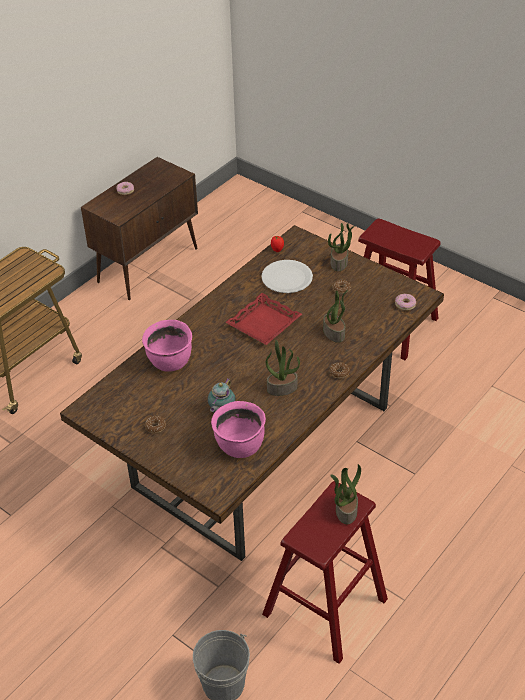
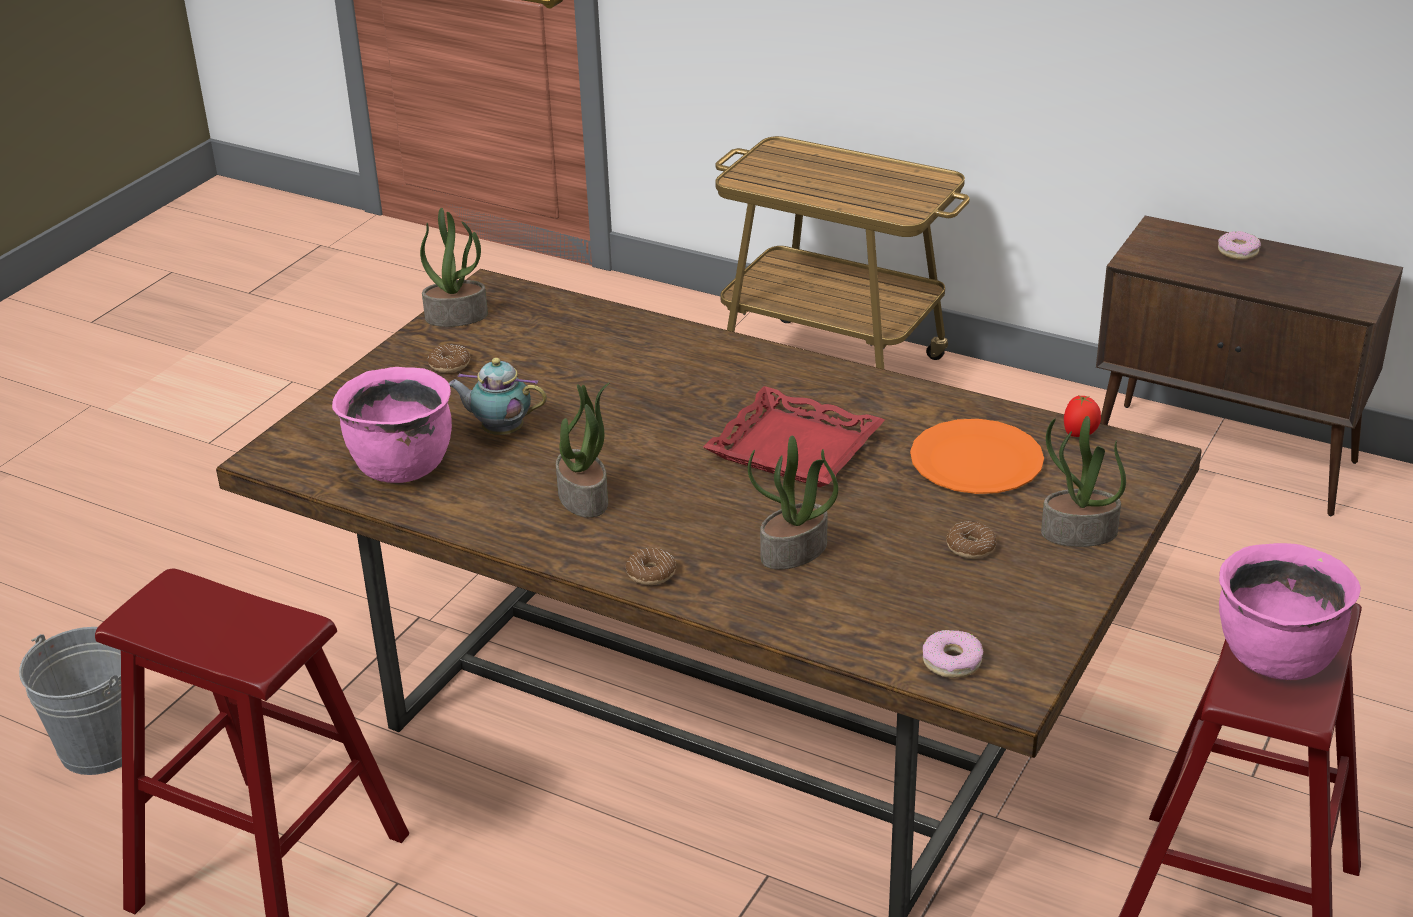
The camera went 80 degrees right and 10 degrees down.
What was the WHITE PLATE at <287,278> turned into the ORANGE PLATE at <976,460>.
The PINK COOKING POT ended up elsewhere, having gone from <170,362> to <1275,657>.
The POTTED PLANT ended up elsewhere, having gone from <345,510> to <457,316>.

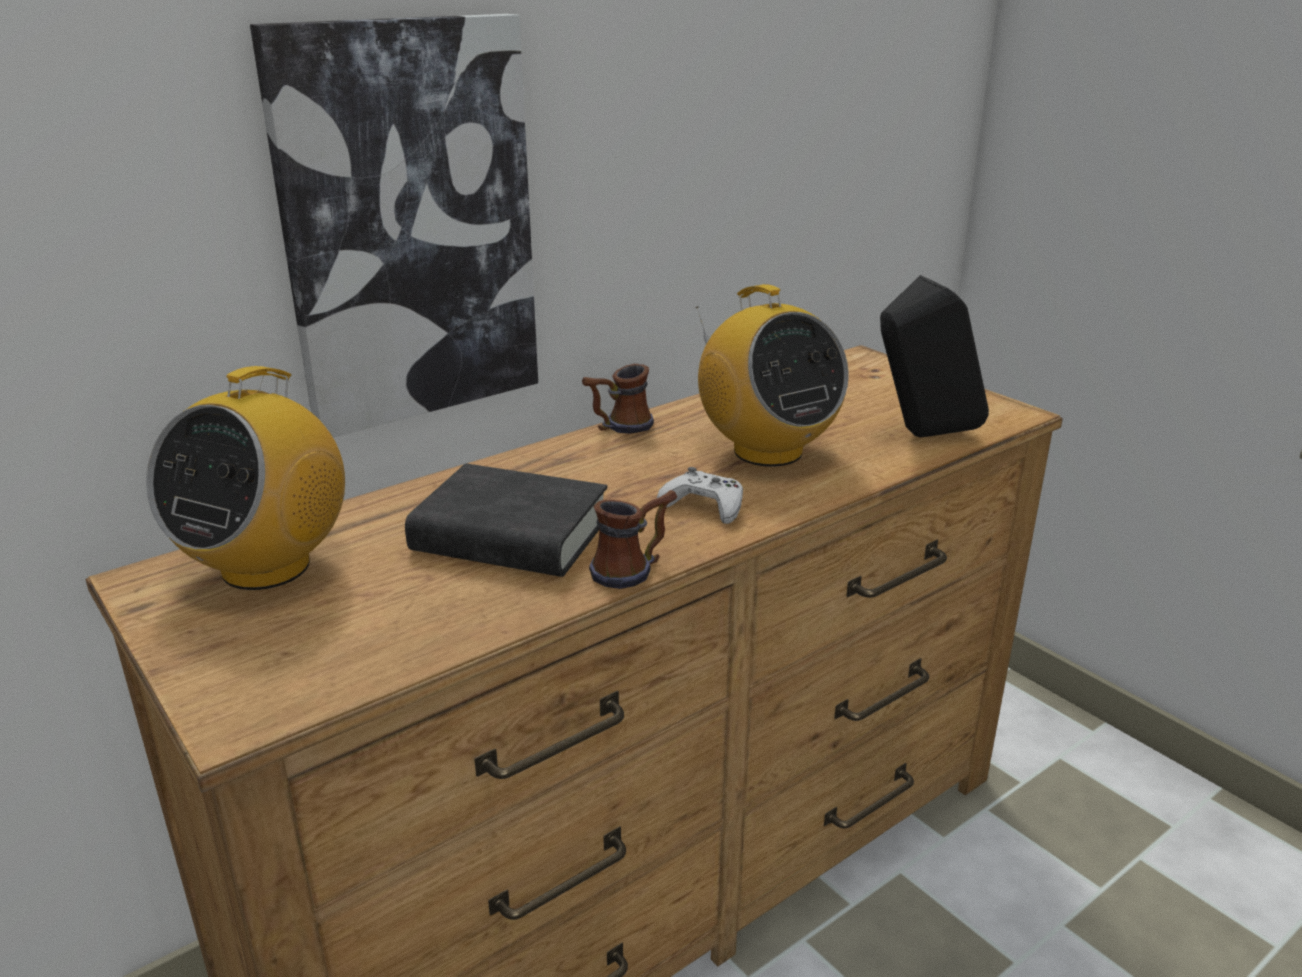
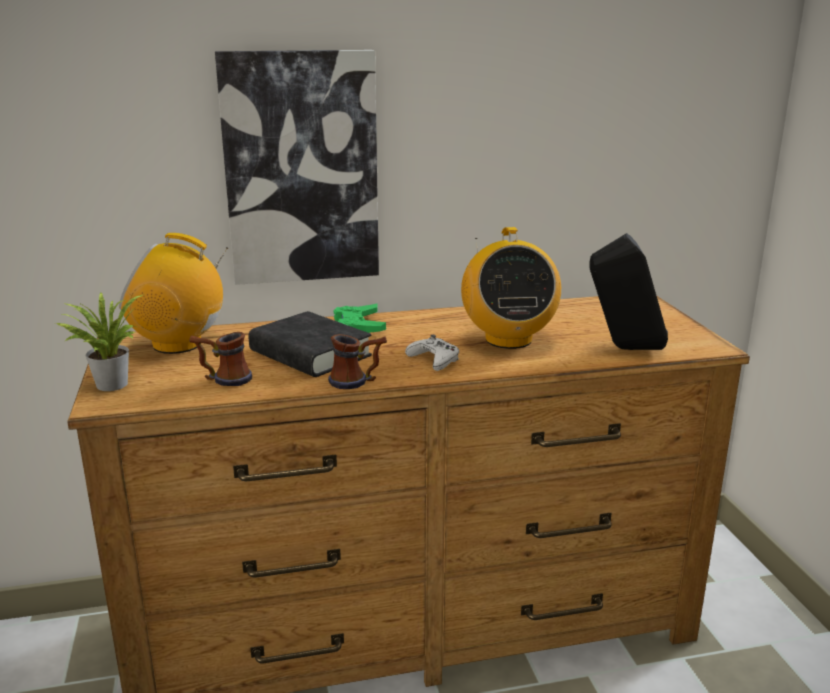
The camera went 25 degrees right and 5 degrees down.
The MUG ended up elsewhere, having gone from <618,427> to <223,379>.
The RADIO at <267,566> ended up facing another way, 45 degrees clockwise from before.
The second view gained the POTTED PLANT at <109,384>.
The second view gained the GREEN GAME CONTROLLER at <358,326>.

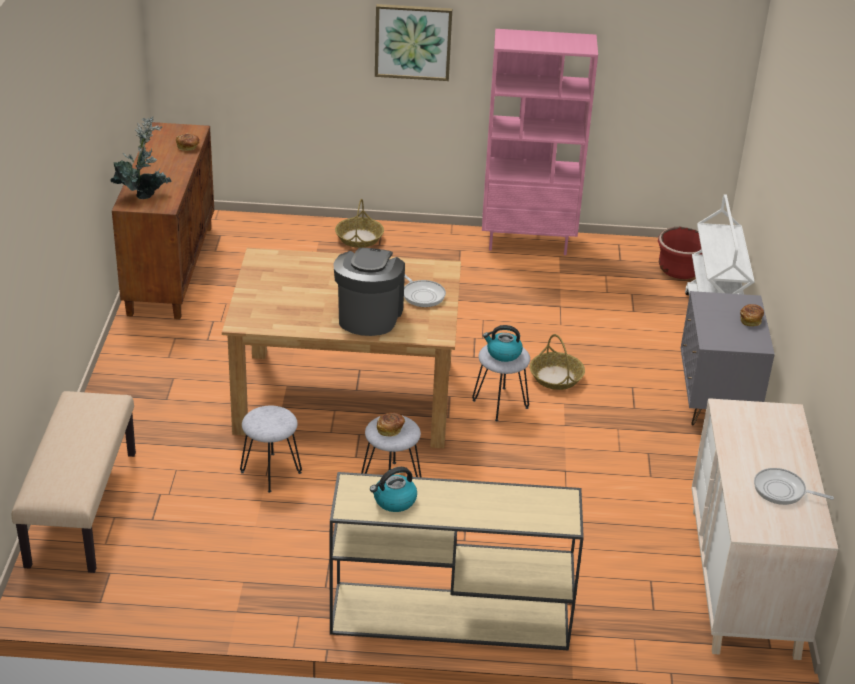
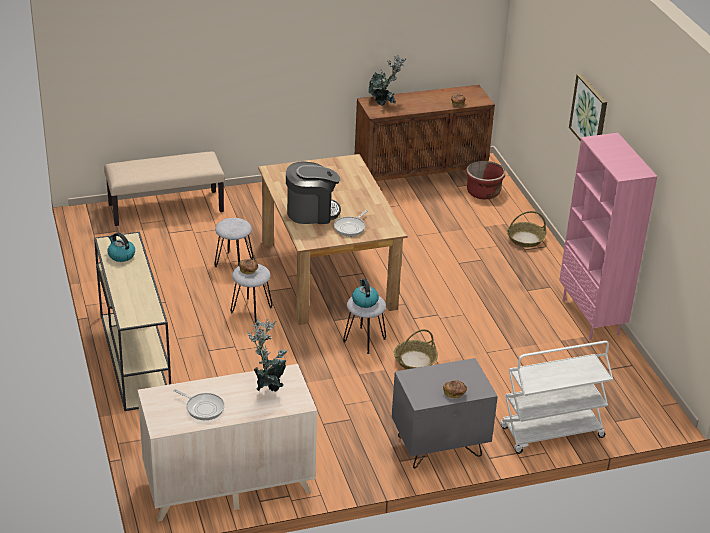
The camera went 70 degrees right and 0 degrees up.
The RED PLANTER ended up elsewhere, having gone from <679,270> to <483,193>.
The FRYING PAN at <782,491> ended up facing another way, 120 degrees clockwise from before.
The second view gained the POTTED PLANT at <268,387>.

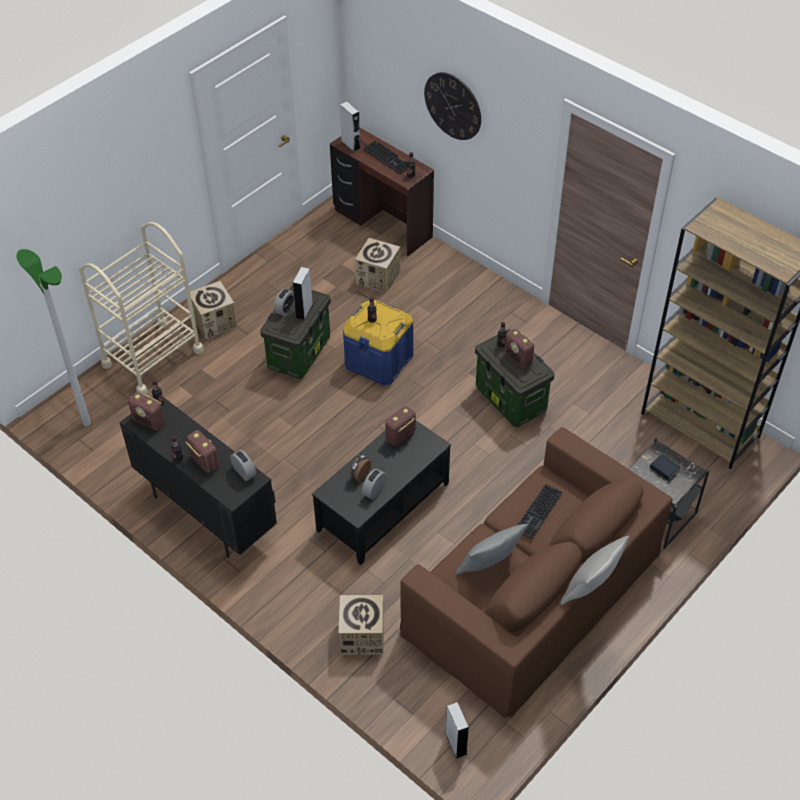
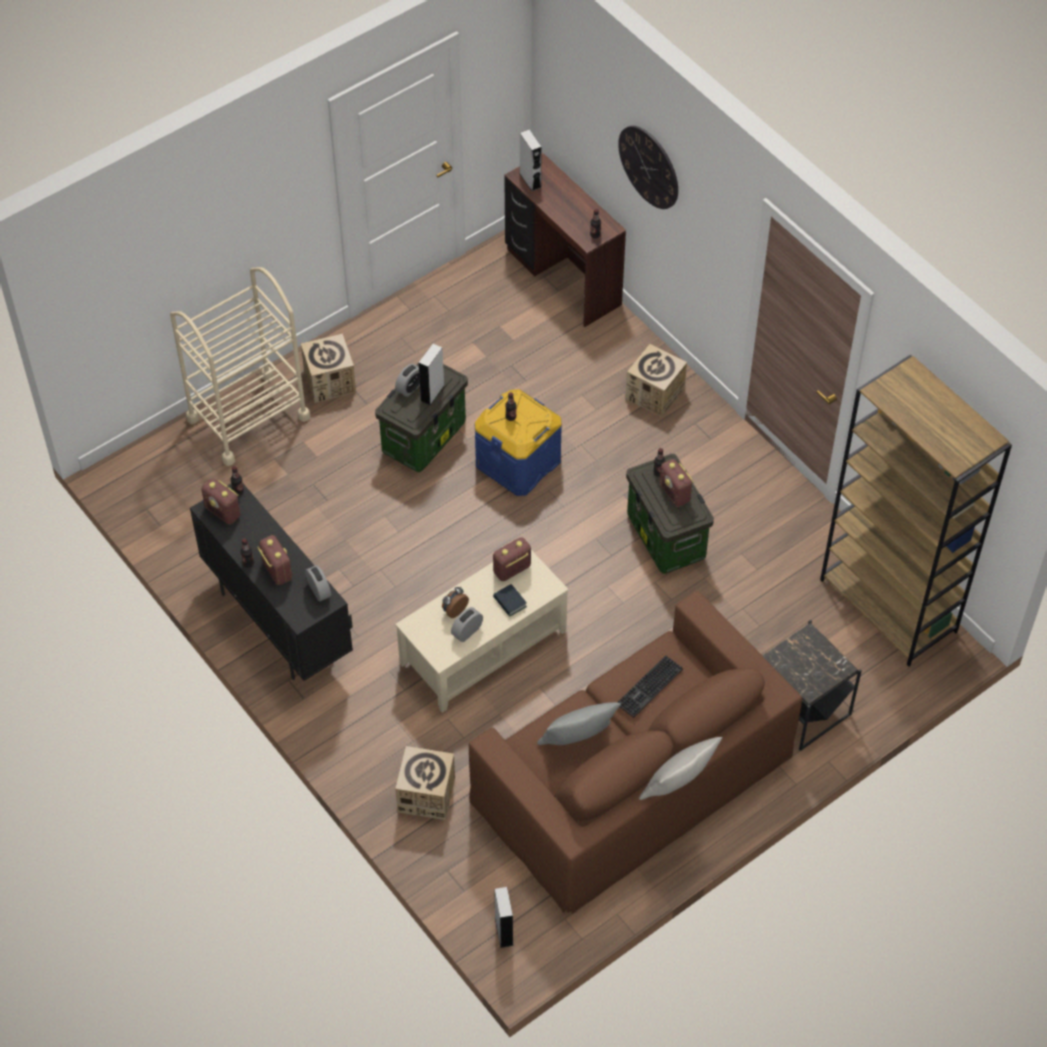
The camera went 10 degrees right and 5 degrees up.
The second view lost the KEYBOARD at <388,158>.
The CARDBOARD BOX ended up elsewhere, having gone from <378,277> to <655,394>.
The second view lost the FLOOR LAMP at <87,422>.
What was the BLACK COFFEE TABLE at <383,507> turned into the BEIGE COFFEE TABLE at <483,647>.
The BOOK ended up elsewhere, having gone from <664,469> to <510,602>.

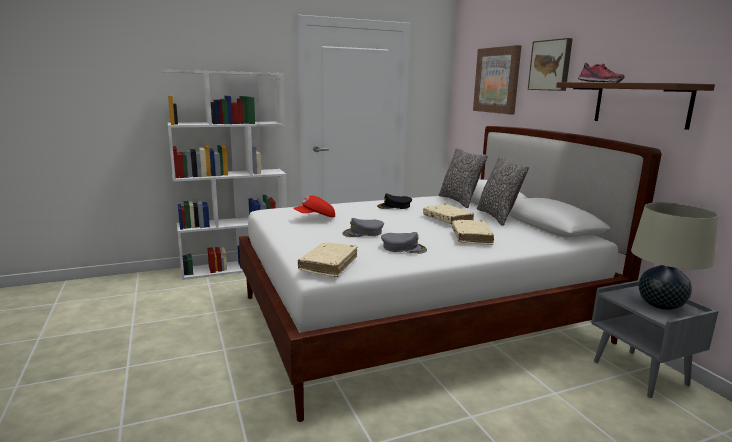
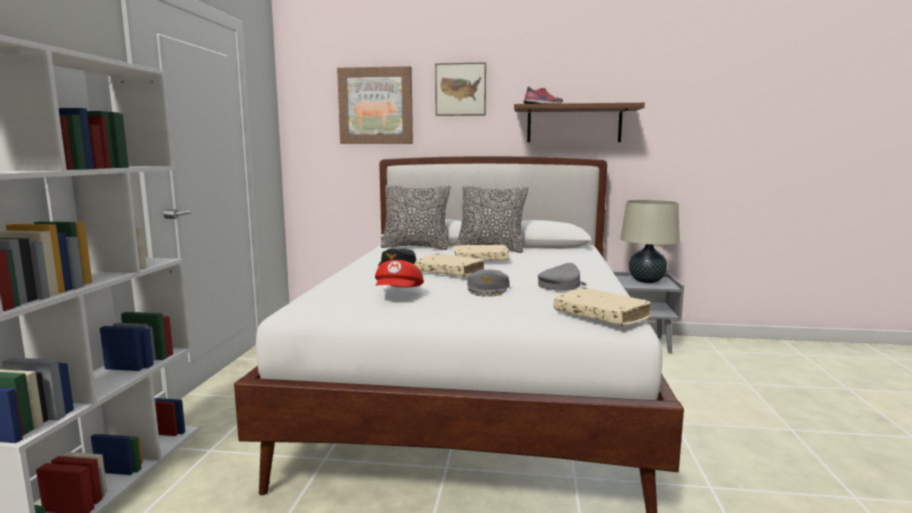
The camera went 60 degrees left and 5 degrees down.
The BEIGE BOOK ended up elsewhere, having gone from <471,237> to <449,272>.

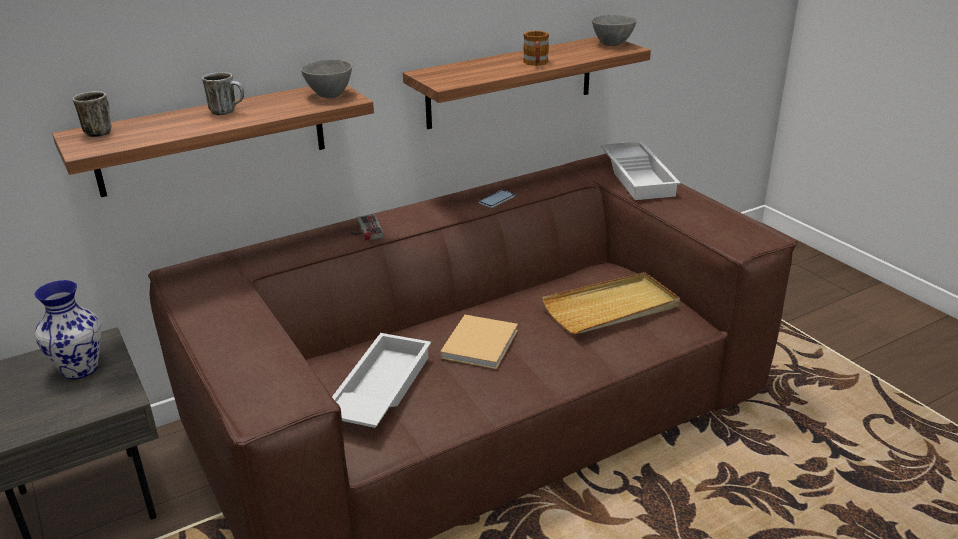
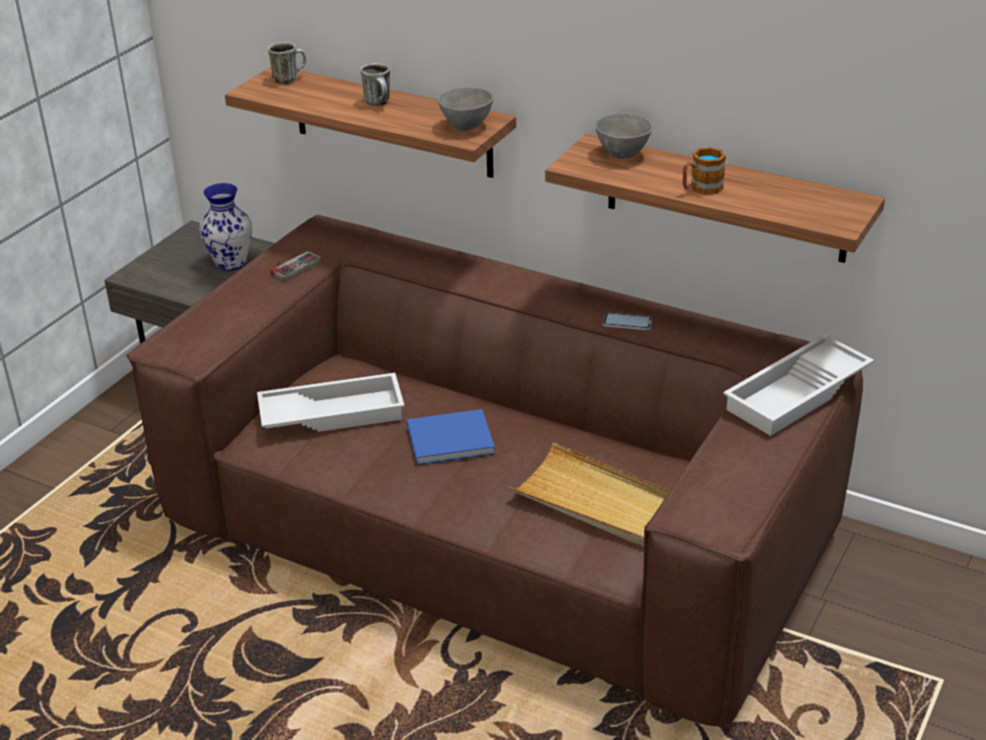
The camera went 60 degrees right and 5 degrees up.
The GREY BOWL ended up elsewhere, having gone from <612,44> to <623,155>.
The GAME CONTROLLER ended up elsewhere, having gone from <364,230> to <292,266>.
What was the BEIGE BOOK at <480,343> turned into the BLUE BOOK at <453,439>.

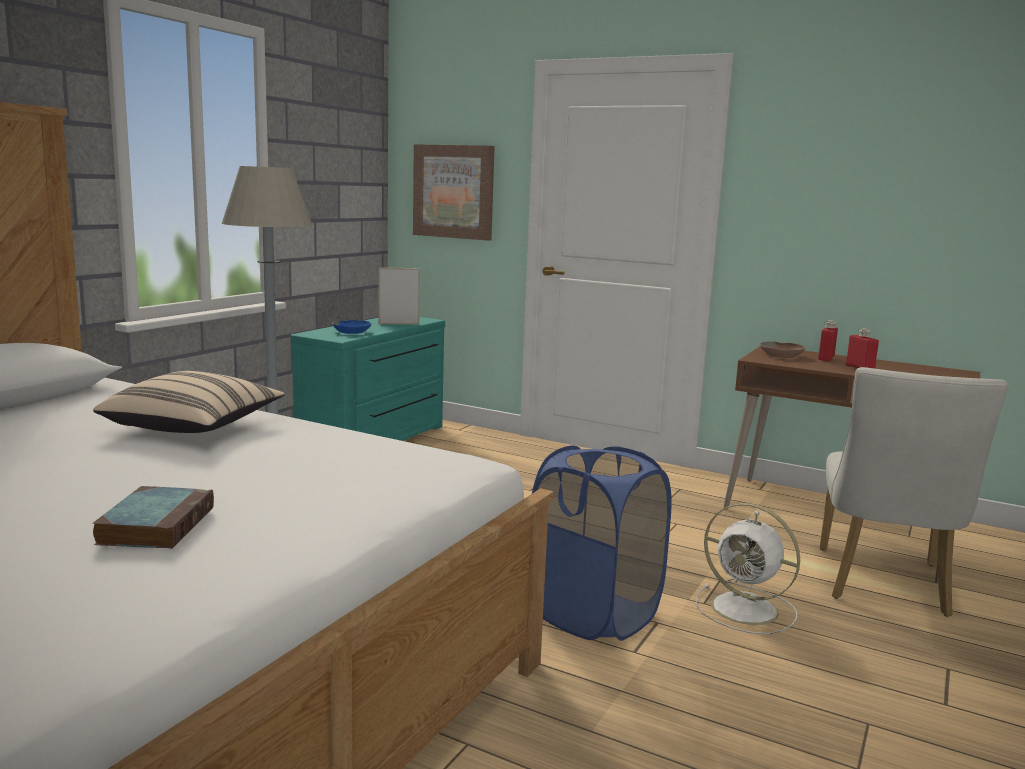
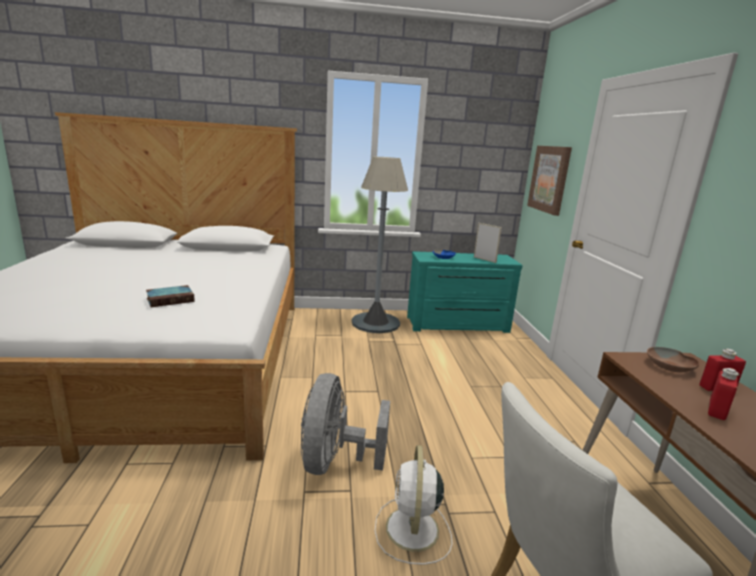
The camera went 55 degrees right and 5 degrees up.
The second view lost the BEIGE PILLOW at <194,428>.
Where the BLUE LAUNDRY BASKET stood at <594,615>, the GREY FAN came to stand at <335,461>.
The BOOK ended up elsewhere, having gone from <157,524> to <171,299>.

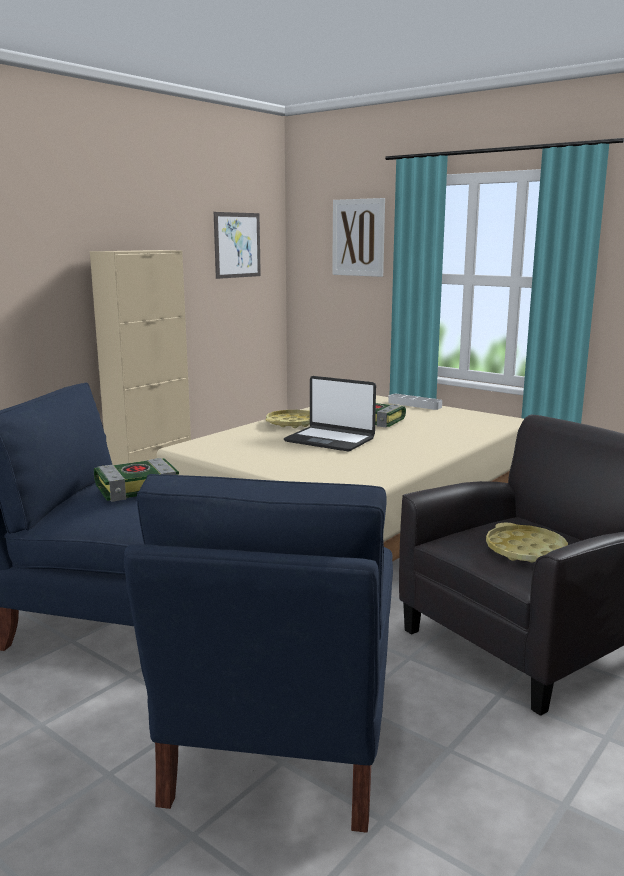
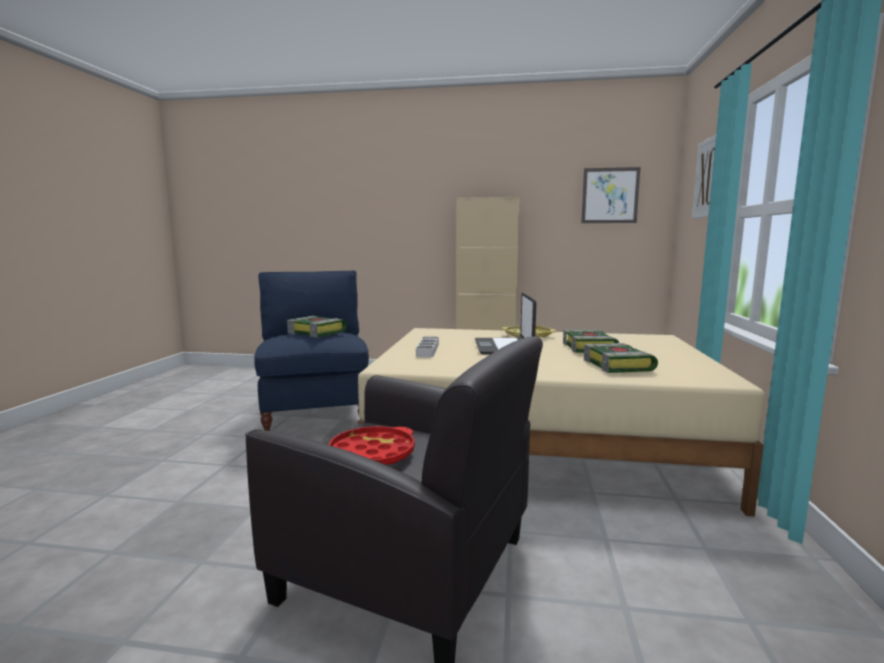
The camera went 60 degrees right and 5 degrees down.
The GREY TRAY ended up elsewhere, having gone from <414,405> to <427,350>.
The second view lost the BLUE ARMCHAIR at <281,741>.
What was the YELLOW TRAY at <525,551> turned into the RED TRAY at <372,454>.
The second view gained the BOOK at <619,366>.

